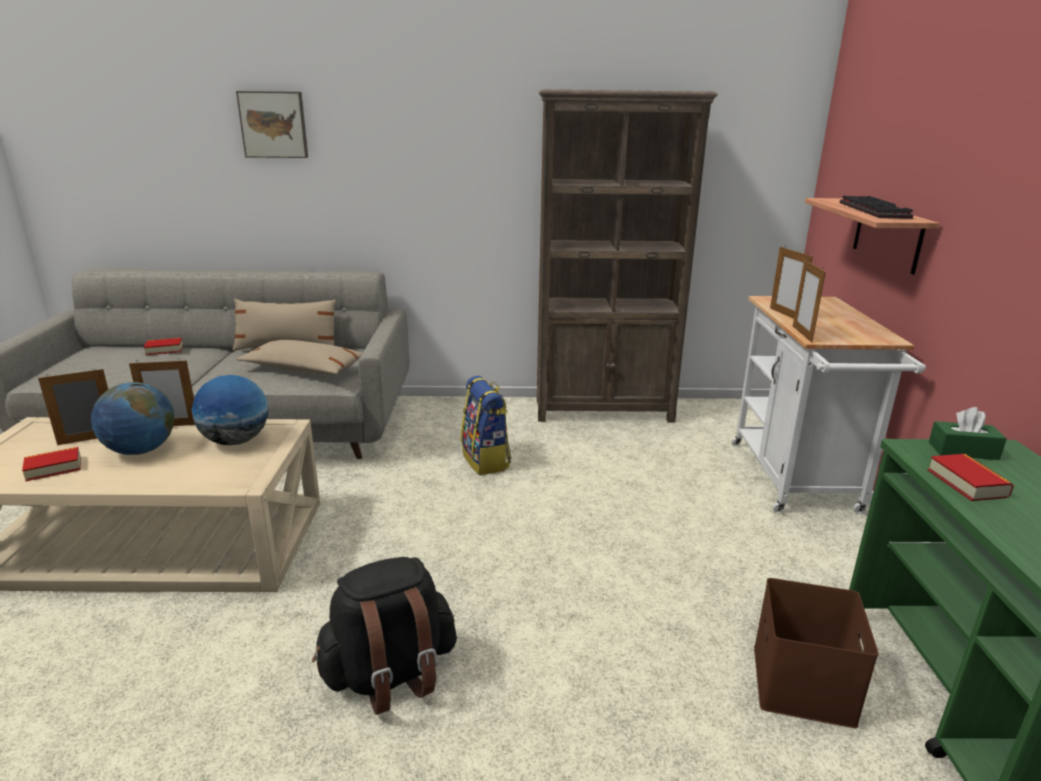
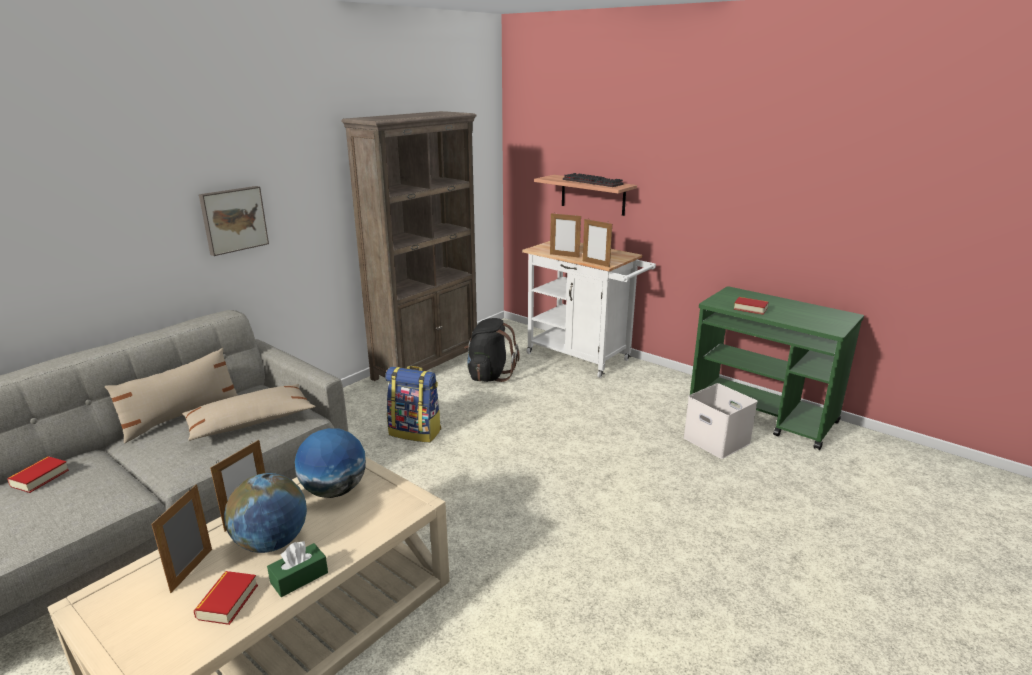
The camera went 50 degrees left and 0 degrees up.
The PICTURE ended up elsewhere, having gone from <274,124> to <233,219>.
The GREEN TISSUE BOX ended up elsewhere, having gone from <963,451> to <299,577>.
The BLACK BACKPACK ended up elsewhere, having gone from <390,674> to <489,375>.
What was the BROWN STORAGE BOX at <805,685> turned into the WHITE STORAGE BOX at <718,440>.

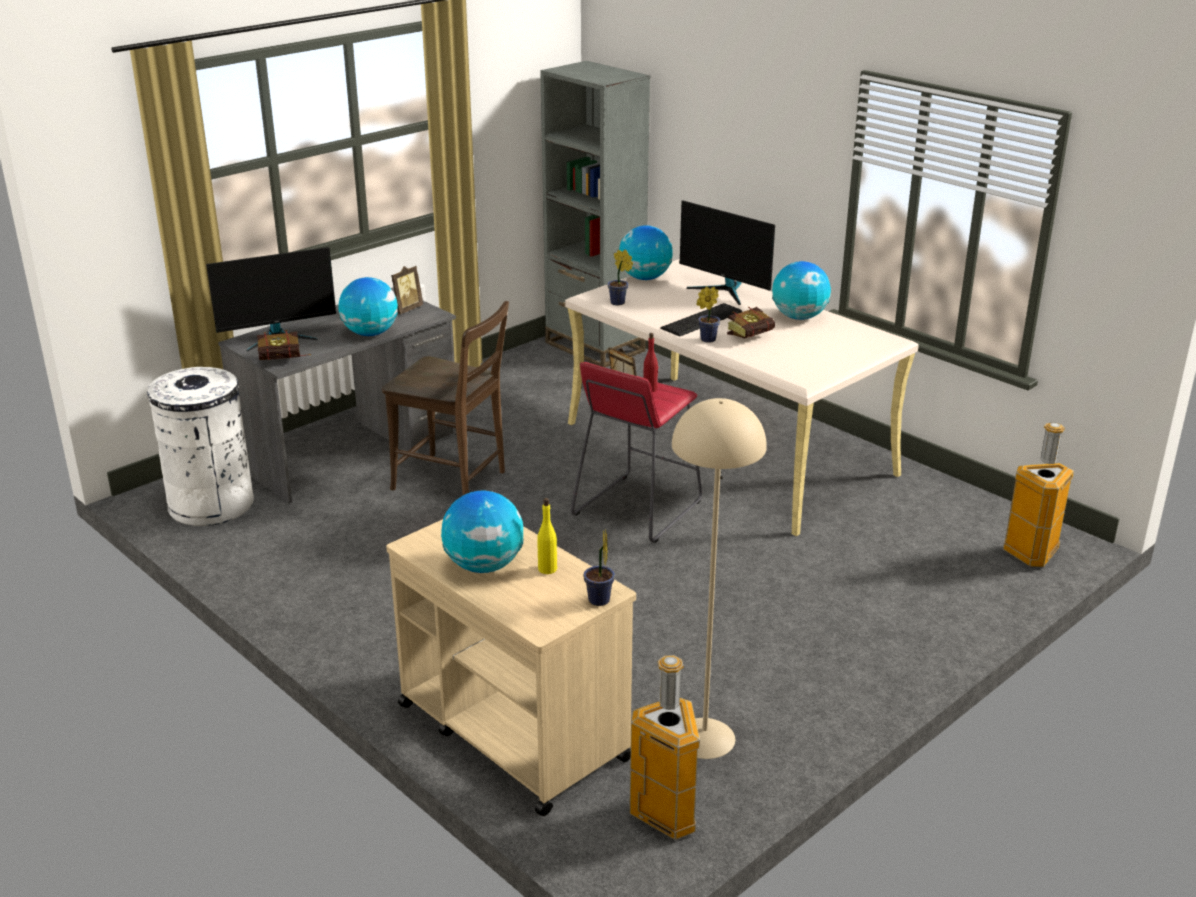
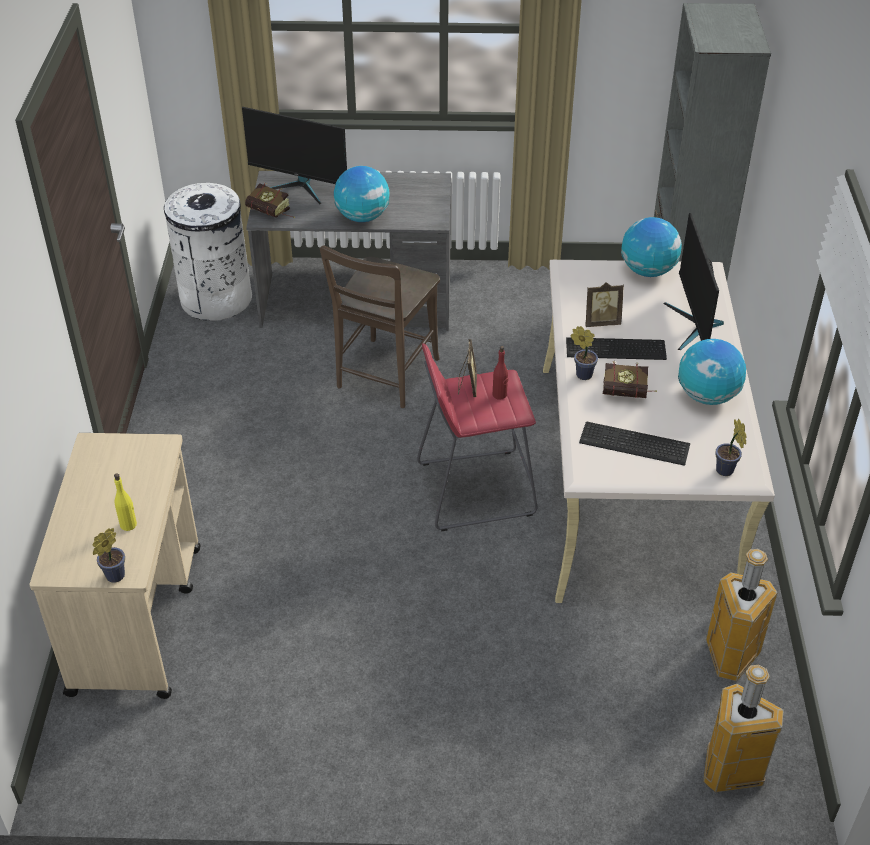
The camera went 45 degrees right and 15 degrees up.
The POTTED PLANT ended up elsewhere, having gone from <619,303> to <725,472>.
The PICTURE FRAME ended up elsewhere, having gone from <406,309> to <601,322>.
The BROWN CHAIR at <454,482> ended up facing another way, 45 degrees clockwise from before.
The second view lost the BEIGE FLOOR LAMP at <705,738>.
The second view lost the GLOBE at <484,566>.
The TRASH CAN ended up elsewhere, having gone from <666,816> to <730,658>.
The second view gained the KEYBOARD at <635,445>.

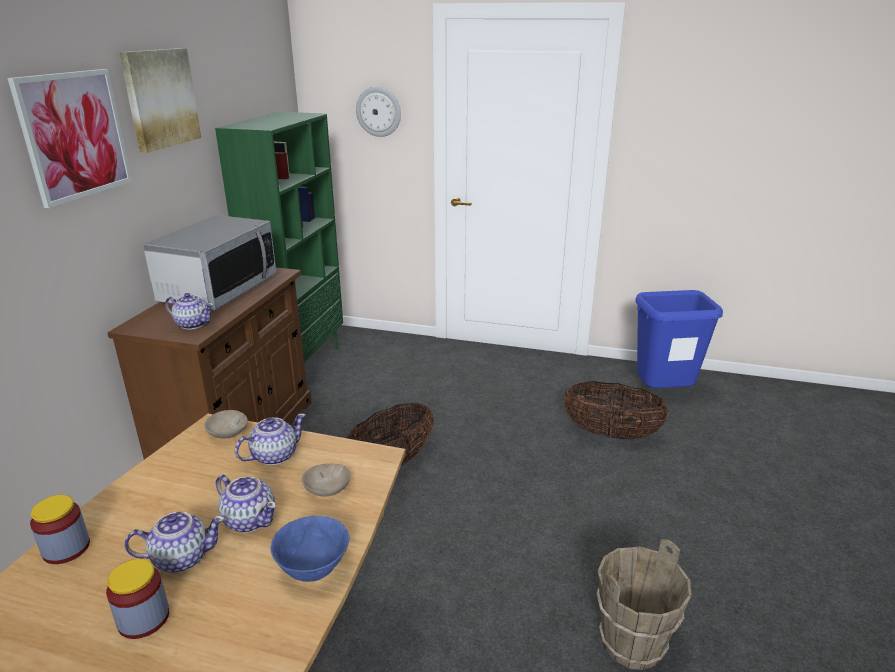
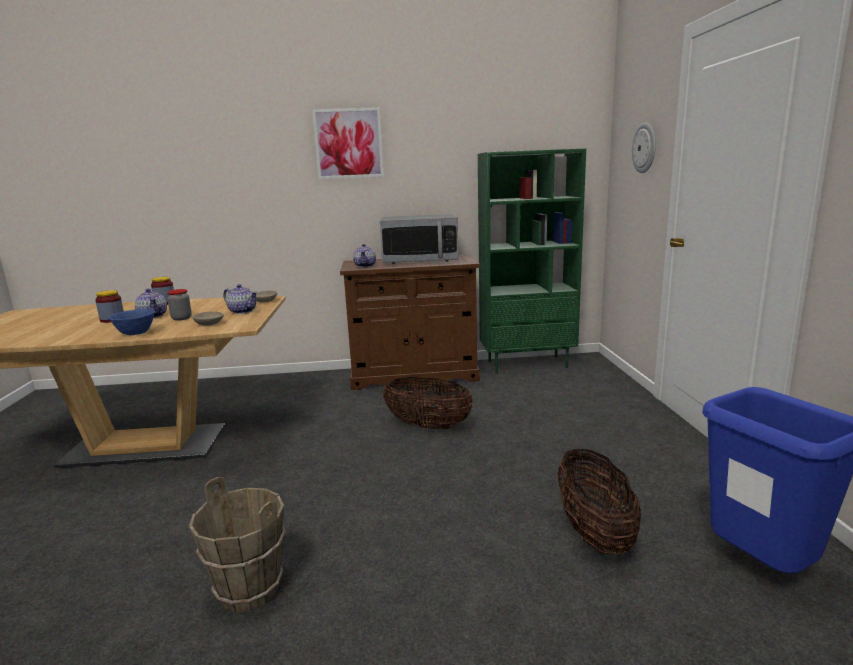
The camera went 70 degrees right and 10 degrees down.
The second view lost the PICTURE at <160,98>.
Where the TEAPOT stood at <249,519>, the JAR came to stand at <181,318>.

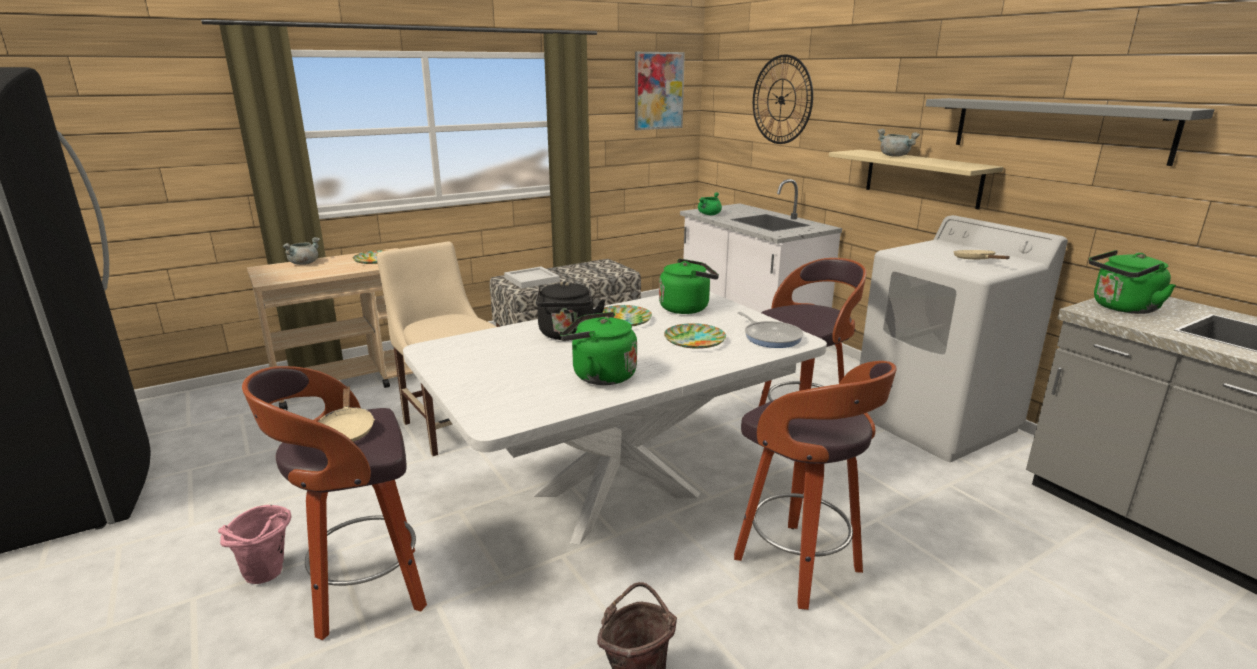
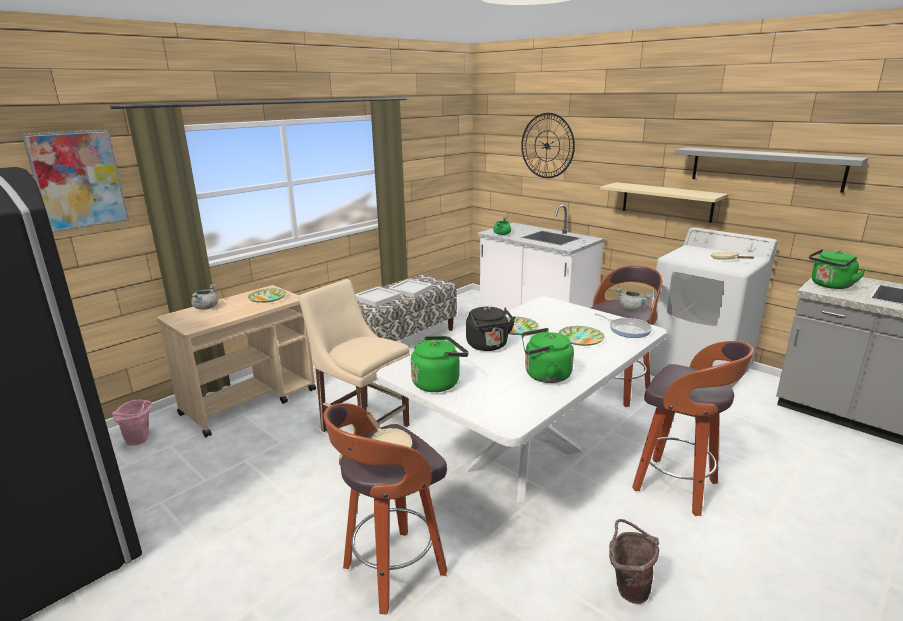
The camera went 15 degrees left and 0 degrees up.
The PICTURE ended up elsewhere, having gone from <658,91> to <78,180>.
The GREY COOKING POT ended up elsewhere, having gone from <895,156> to <631,309>.
The GREEN KETTLE ended up elsewhere, having gone from <687,308> to <438,382>.
The PINK BUCKET ended up elsewhere, having gone from <267,576> to <140,441>.
The second view gained the WHITE TRAY at <411,290>.

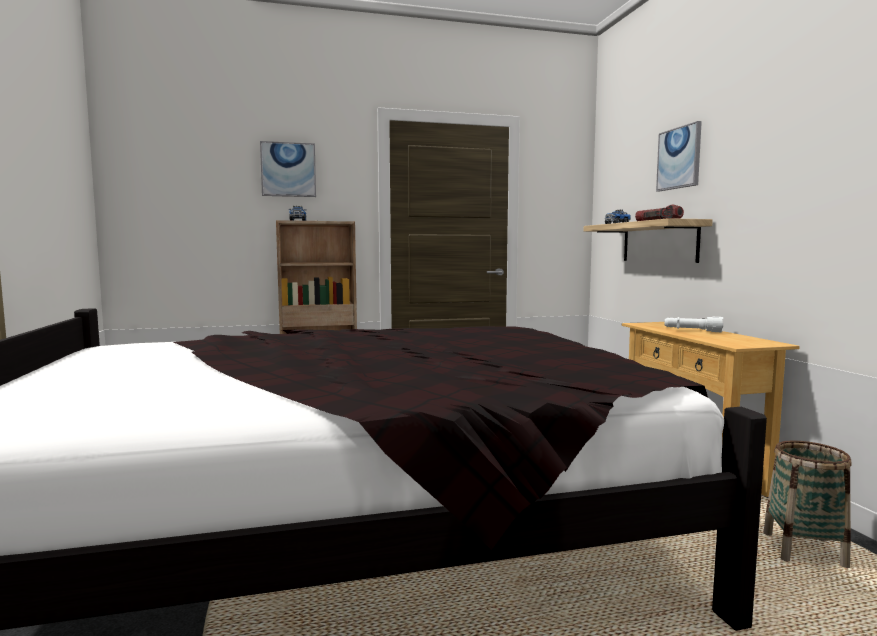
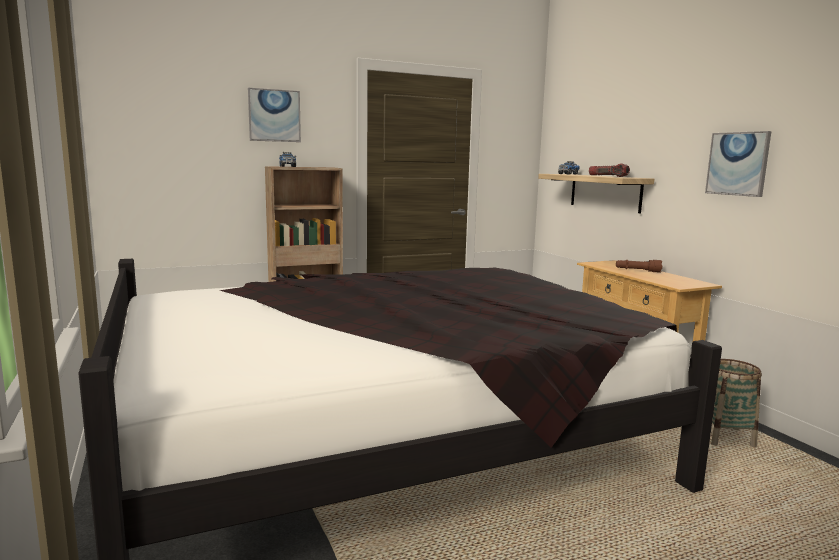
The camera went 10 degrees left and 5 degrees up.
The PICTURE ended up elsewhere, having gone from <679,158> to <737,164>.
What was the WHITE FLASHLIGHT at <692,331> turned into the BROWN FLASHLIGHT at <637,271>.

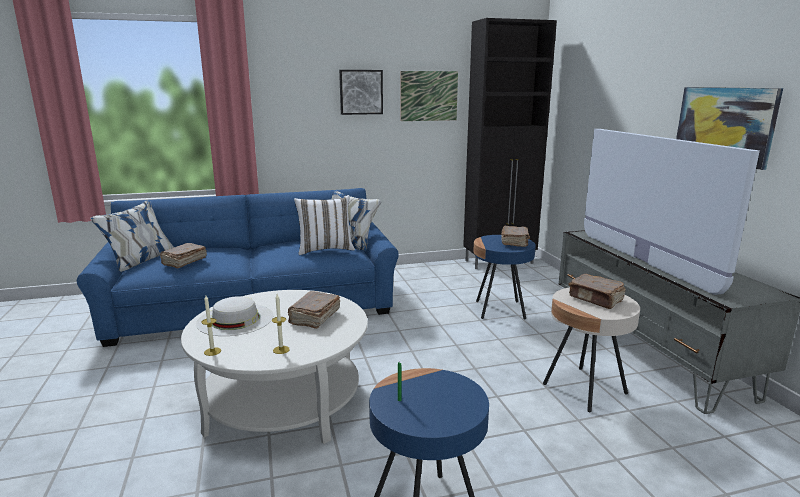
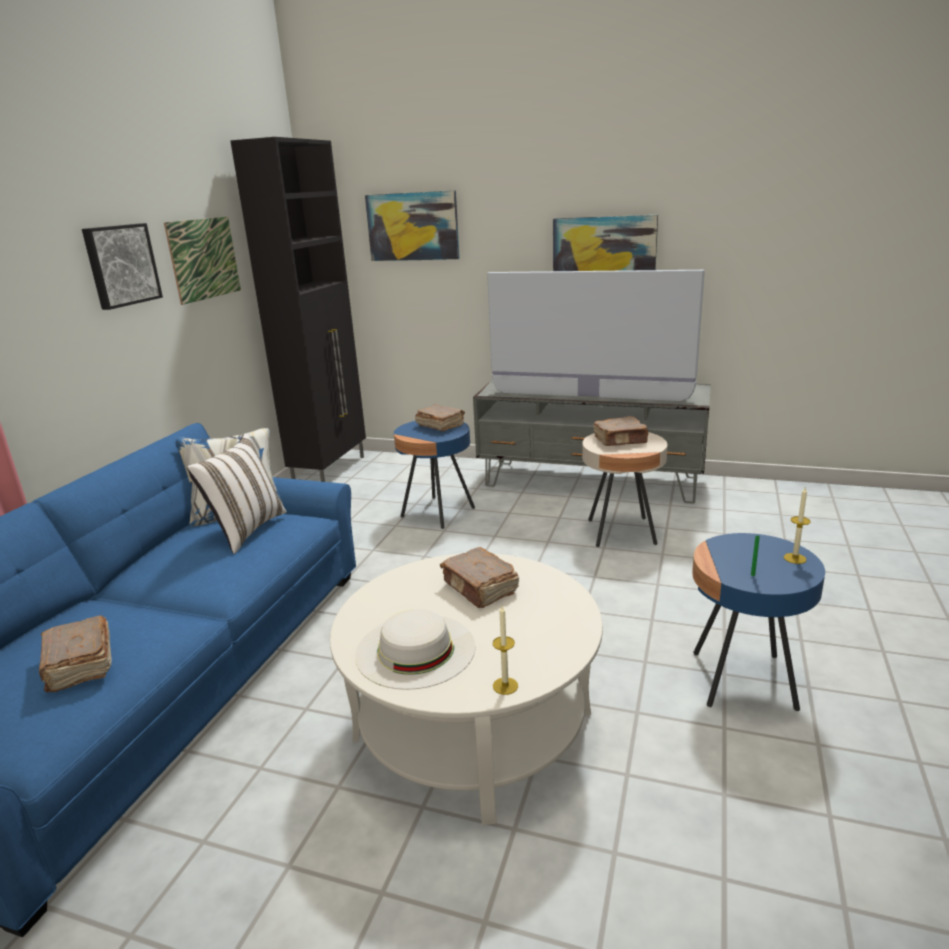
The camera went 55 degrees left and 5 degrees up.
The CANDLE ended up elsewhere, having gone from <281,350> to <795,558>.
The second view gained the PICTURE at <413,226>.

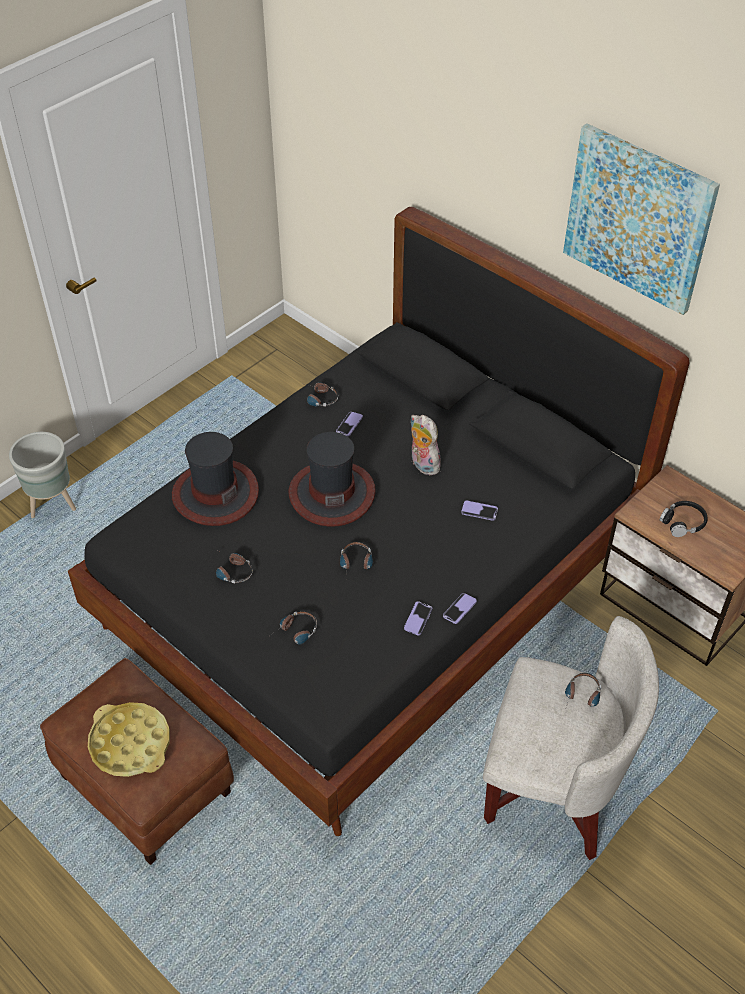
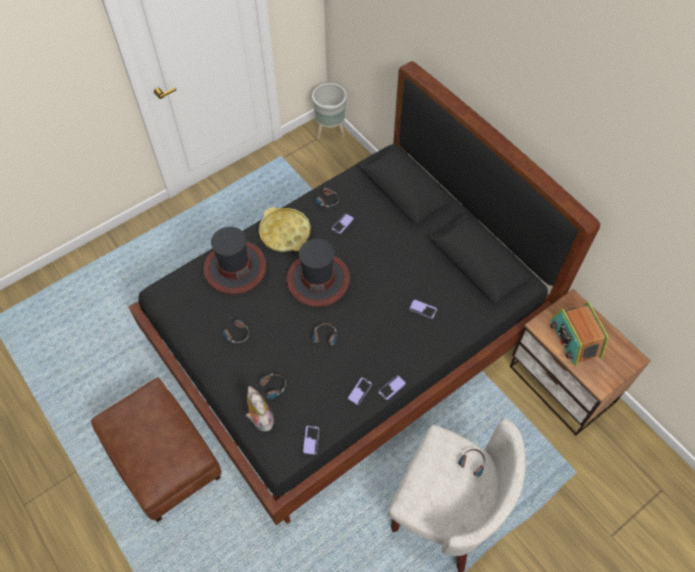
The camera went 10 degrees right and 10 degrees up.
The second view lost the PICTURE at <638,218>.
The PLUSH TOY ended up elsewhere, having gone from <422,464> to <260,419>.
The GREY PLANTER ended up elsewhere, having gone from <53,504> to <331,131>.
Where the BLACK HEADPHONES stood at <683,522>, the RADIO came to stand at <575,339>.
The YELLOW TRAY ended up elsewhere, having gone from <130,744> to <285,233>.
The second view gained the PHONE at <311,440>.

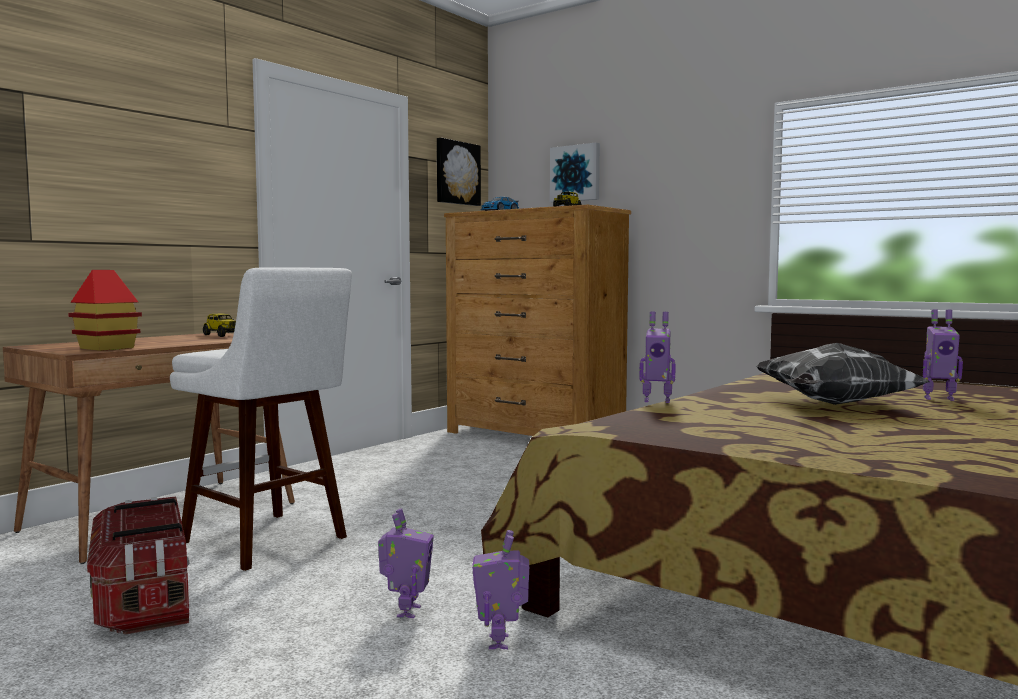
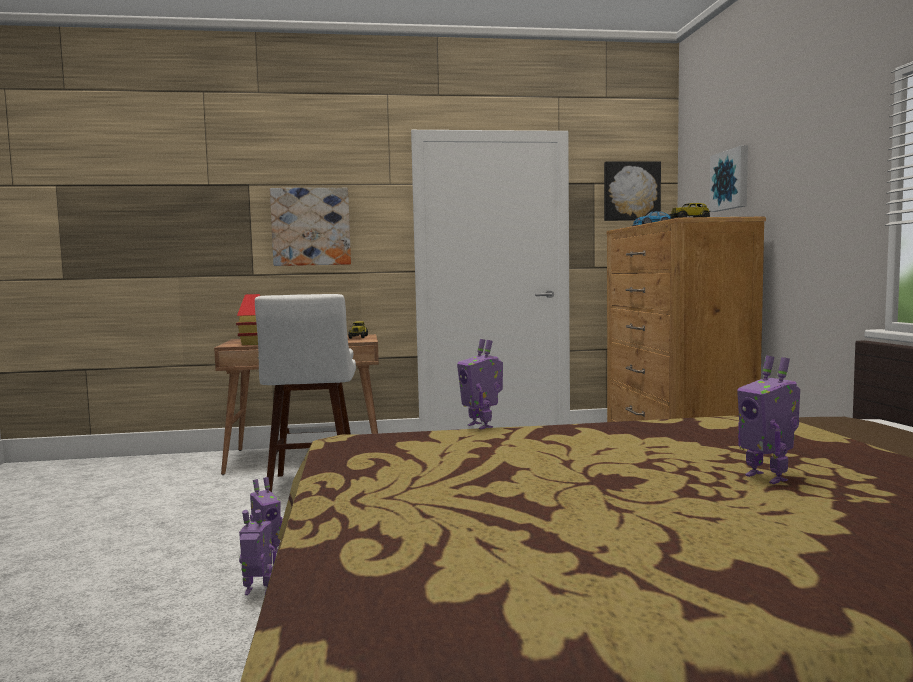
The camera went 45 degrees right and 0 degrees up.
The second view lost the PILLOW at <833,404>.
The second view lost the STORAGE BOX at <143,599>.
The TOY ROBOT at <501,642> ended up facing another way, 45 degrees clockwise from before.
The second view gained the PICTURE at <311,227>.

